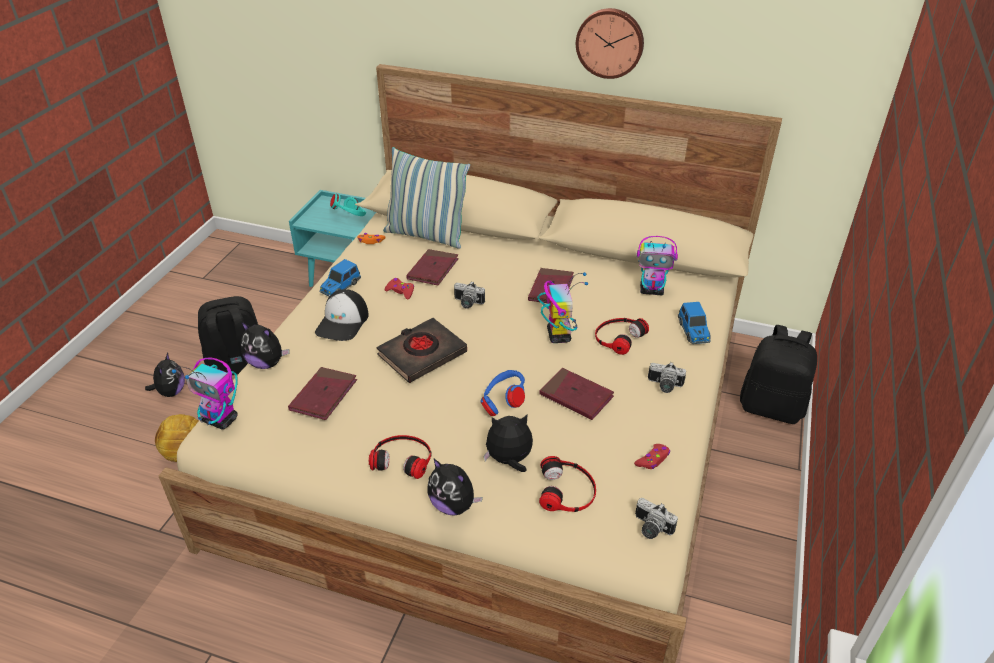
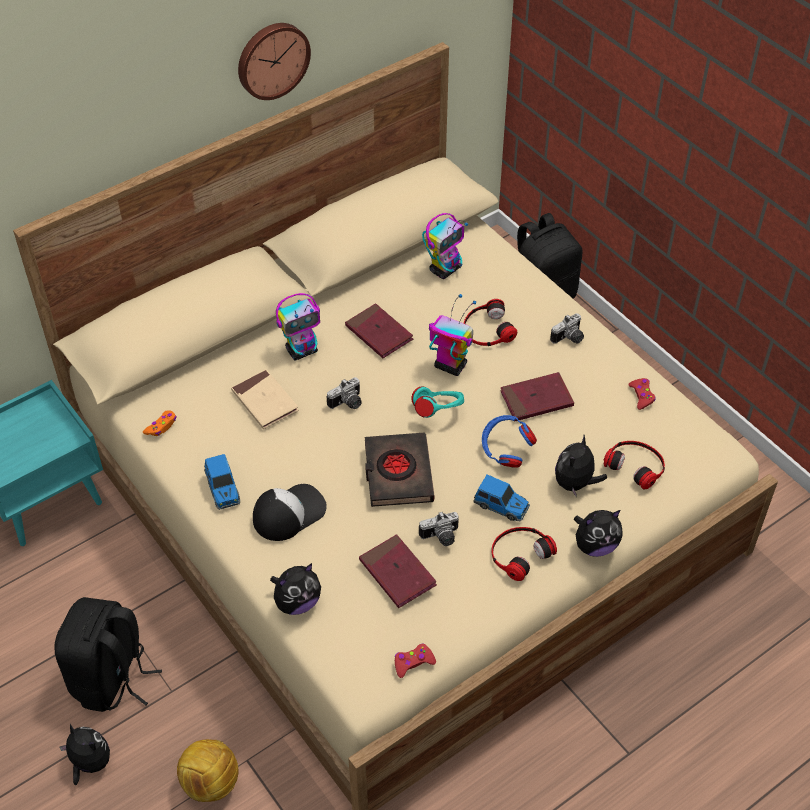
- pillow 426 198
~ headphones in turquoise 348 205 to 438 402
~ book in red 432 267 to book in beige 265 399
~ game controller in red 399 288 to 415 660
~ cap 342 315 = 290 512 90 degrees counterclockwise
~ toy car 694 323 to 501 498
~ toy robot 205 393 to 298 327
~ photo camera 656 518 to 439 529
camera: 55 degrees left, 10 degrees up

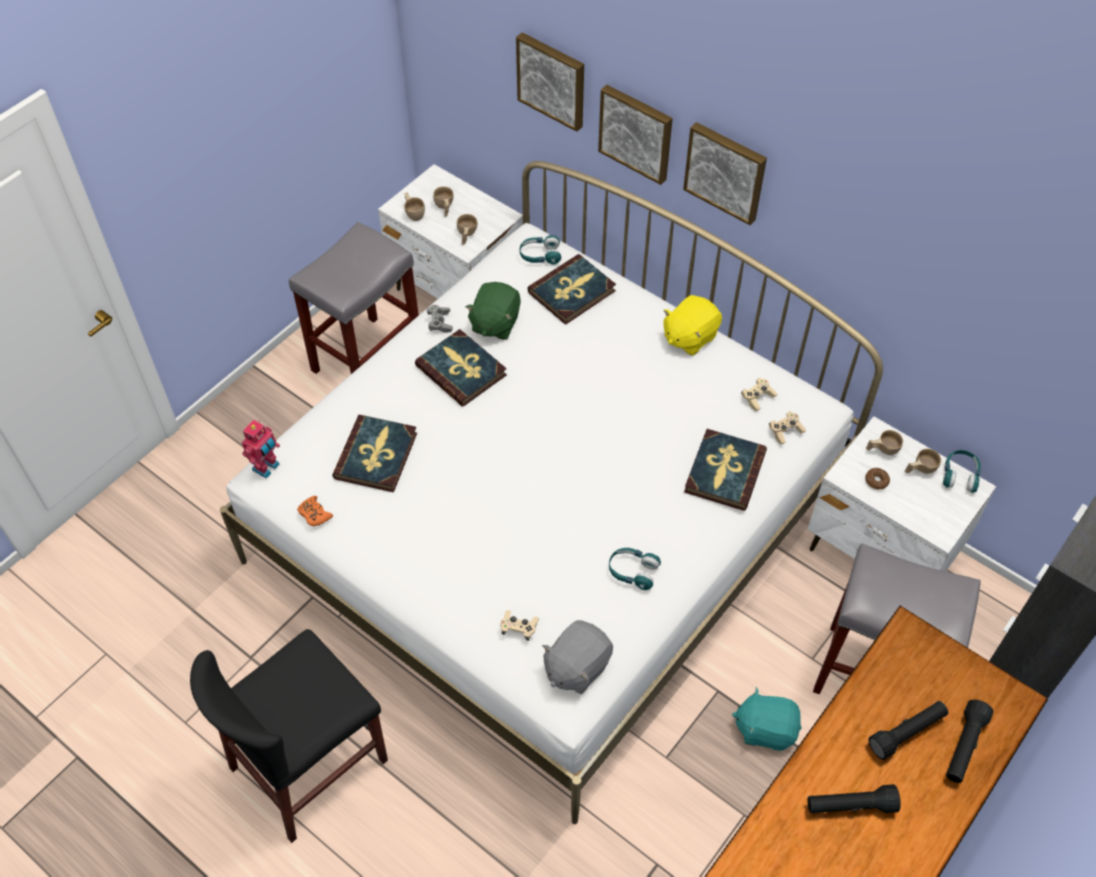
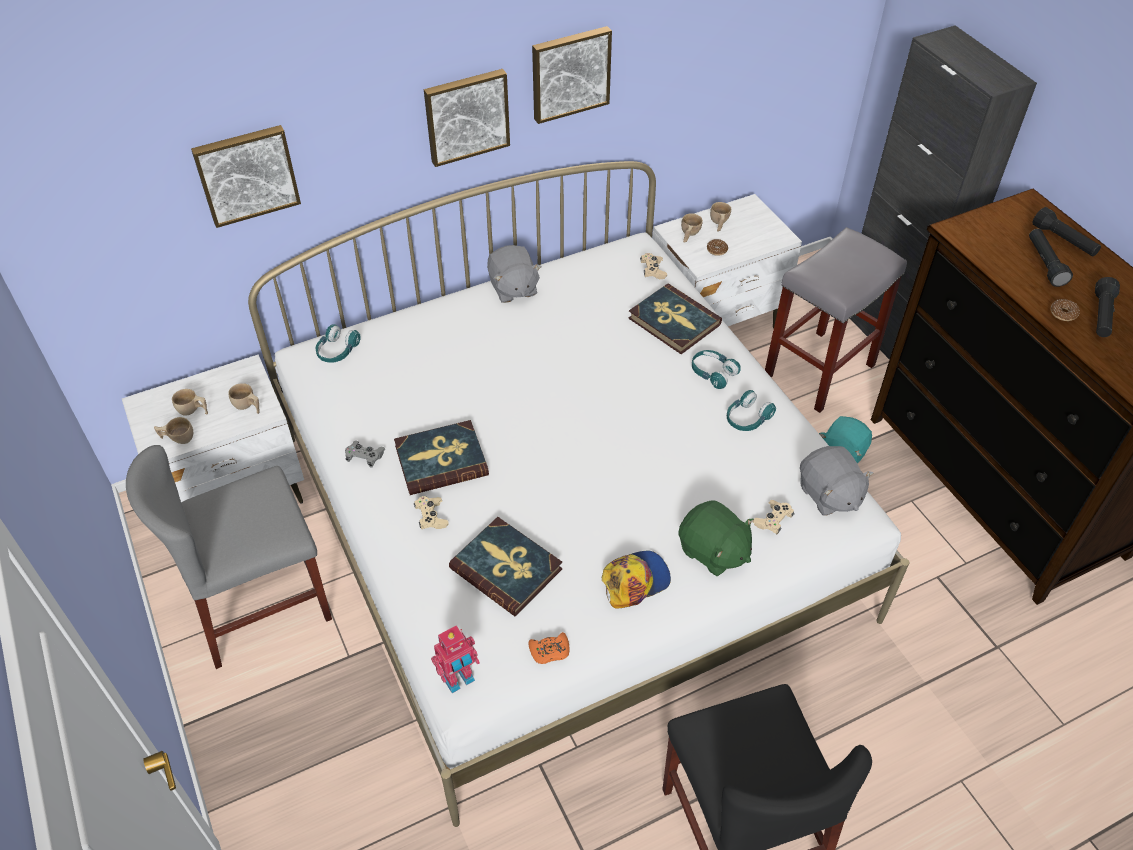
~ picture 635 135 to 572 75
~ stool in grey 354 298 to chair in grey 229 557
- book 572 289
~ plush toy in green 493 311 to 716 538
~ plush toy in yellow 692 325 to plush toy in grey 514 274
~ game controller in beige 759 394 to 431 512
~ toy robot 261 449 = 455 659 90 degrees clockwise
~ headphones in turquoise 962 471 to 716 369
+ donut 1065 310
+ cap 636 580
camera: 65 degrees left, 5 degrees down

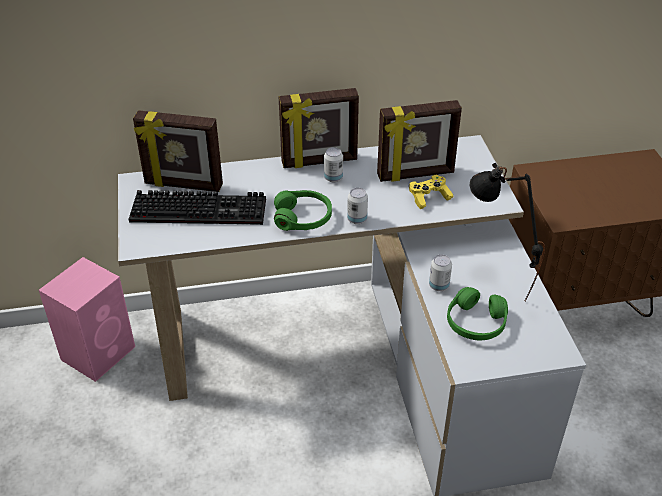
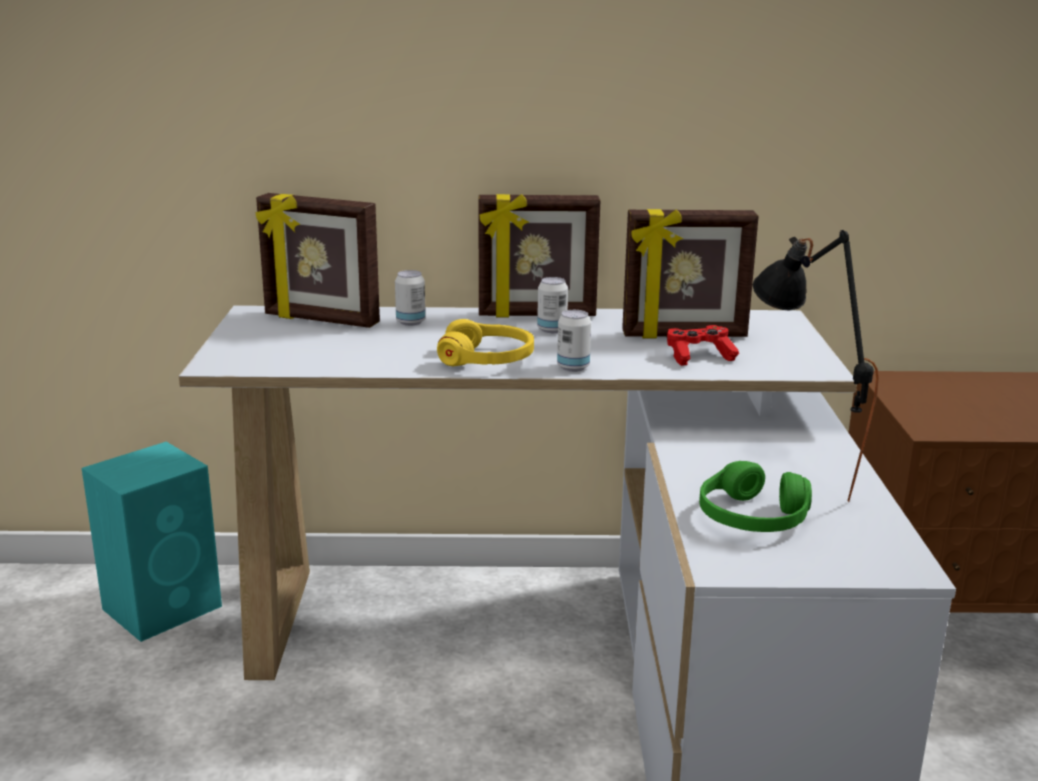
~ game controller in yellow 431 192 to game controller in red 703 345
- keyboard 197 207
~ headphones in green 303 210 to headphones in yellow 485 342
~ can 440 273 to 410 298
~ speaker in pink 87 319 to speaker in turquoise 152 542
camera: 10 degrees right, 20 degrees down

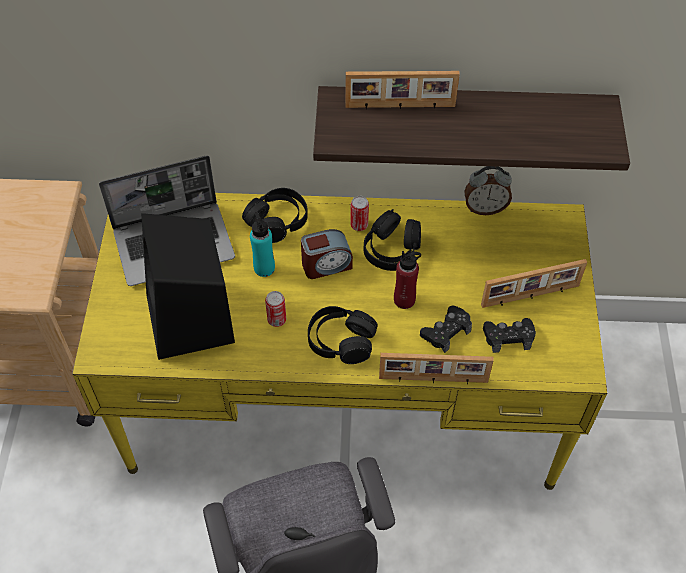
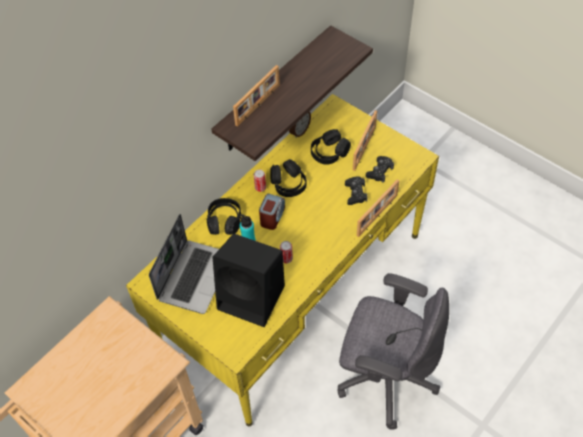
- bottle in red 407 280
~ headphones in black 343 335 to 331 147
camera: 50 degrees left, 0 degrees up

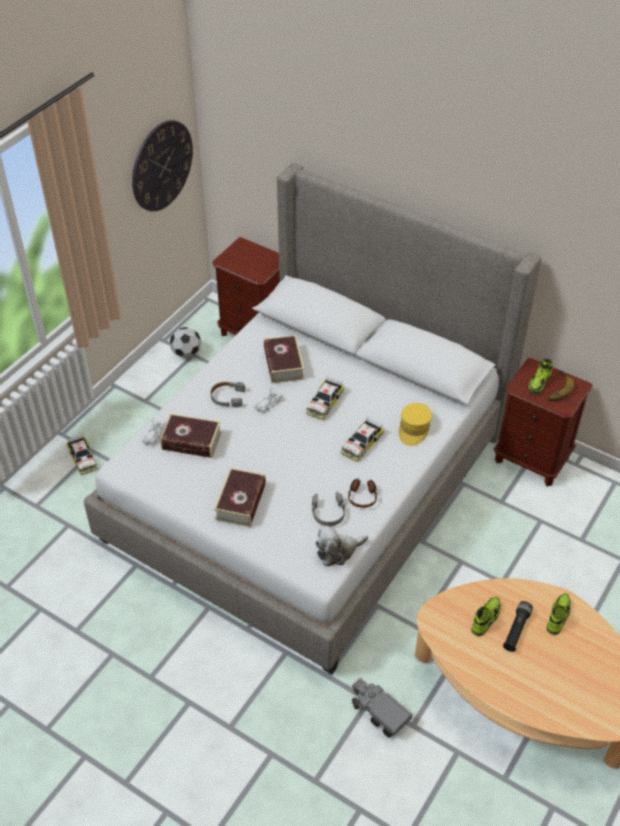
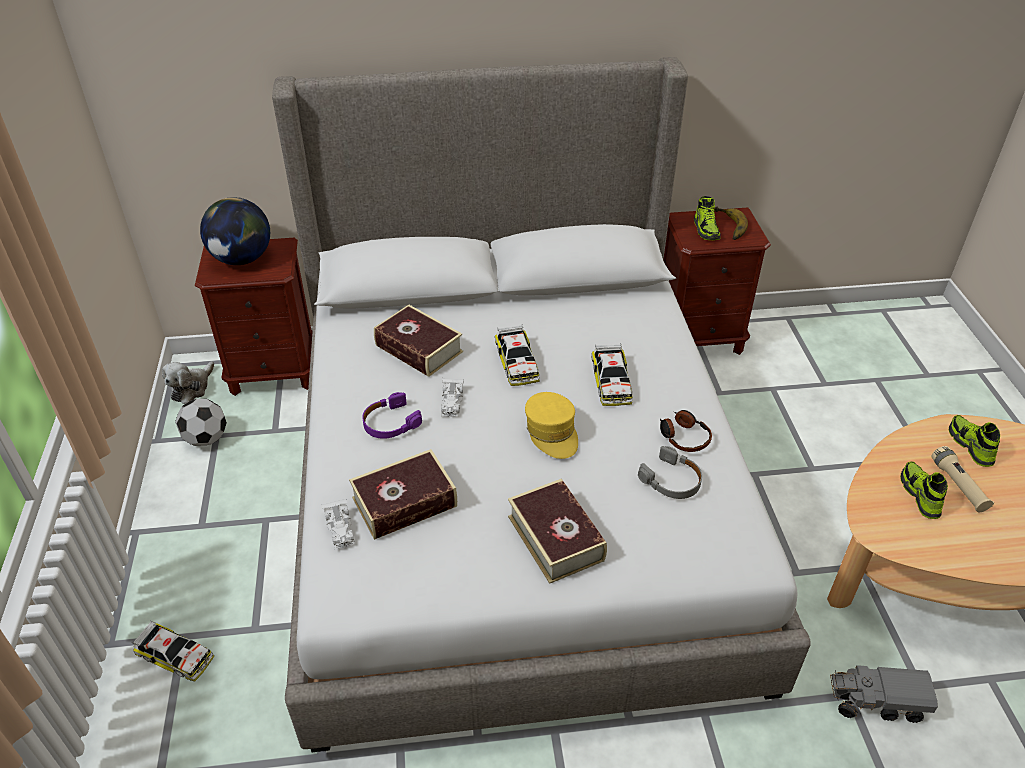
- wall clock 162 165
~ headphones in grey 227 394 to headphones in purple 392 415
~ cap in yellow 415 424 to 551 425
~ plush toy 341 546 to 188 382
~ flashlight in black 518 626 to flashlight in beige 963 479
+ globe 235 231
camera: 40 degrees left, 5 degrees down

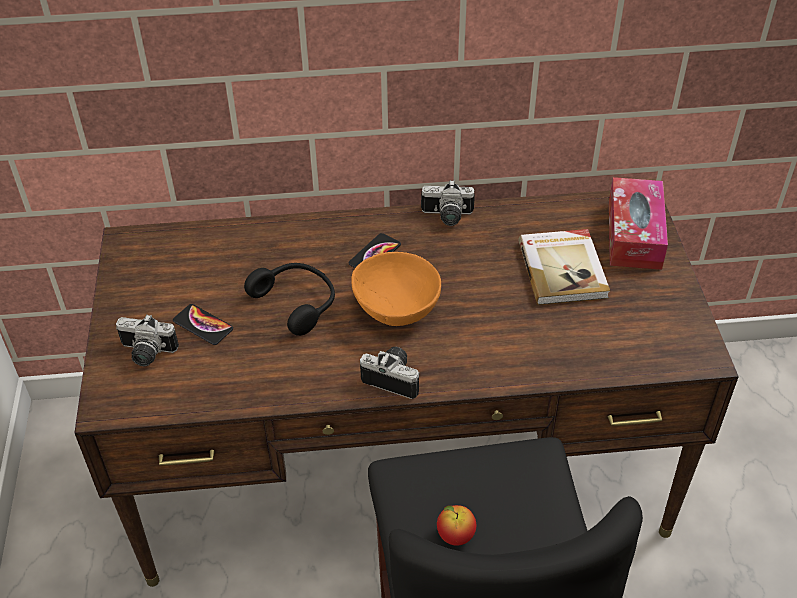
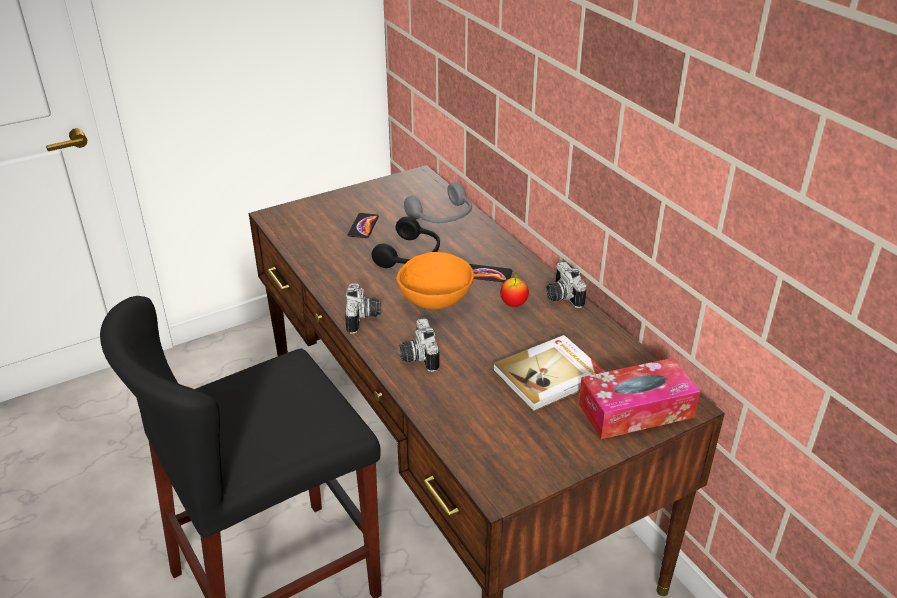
~ photo camera 147 340 to 419 345
~ apple 456 525 to 514 289
+ headphones in grey 438 202
camera: 65 degrees right, 10 degrees down

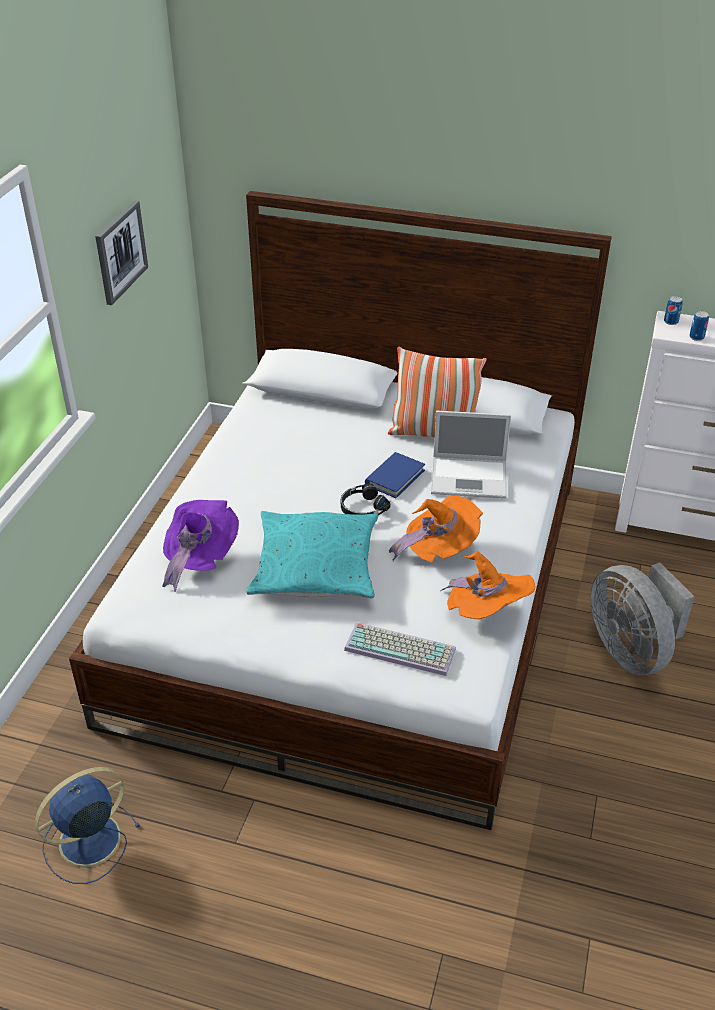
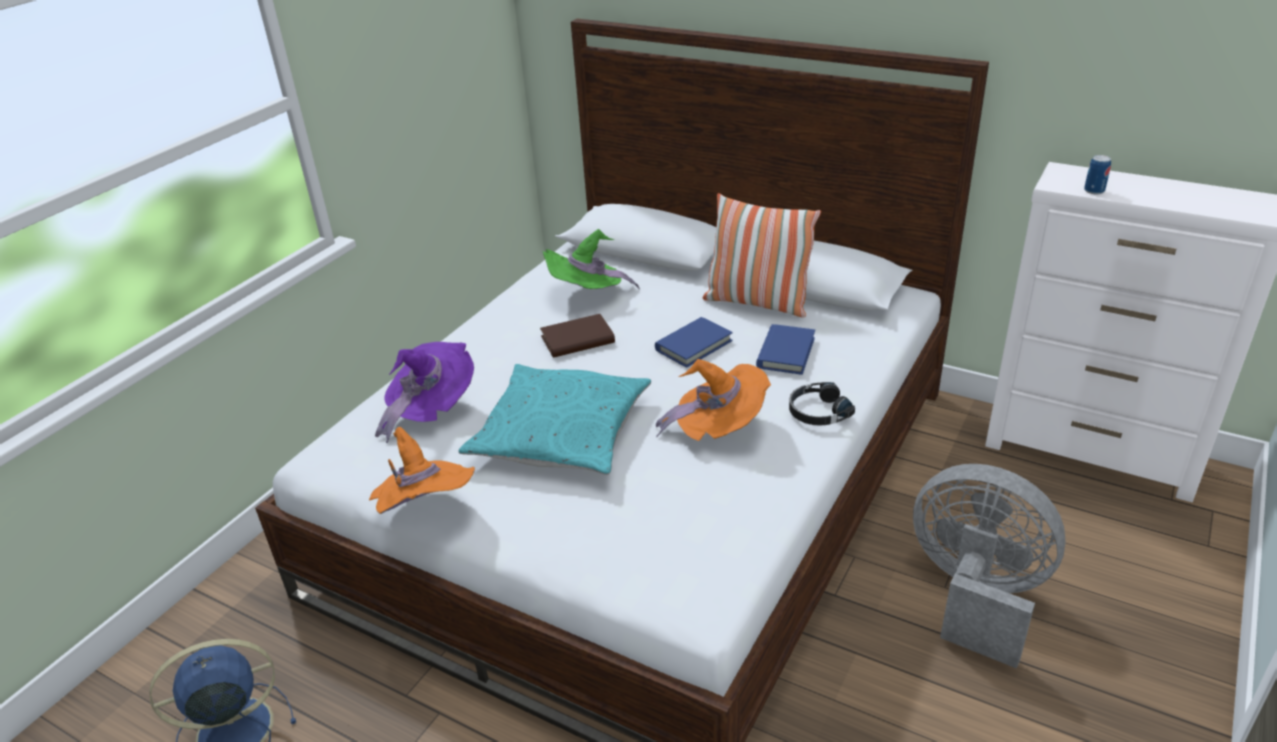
- picture 121 252
- can 673 310
~ laptop 471 455 to book in blue 785 349
~ headphones in black 366 499 to 822 404
~ hat in orange 487 585 to 422 470
~ fan in grey 642 619 = 989 566 135 degrees clockwise
- keyboard 400 649
+ hat in green 591 259
+ book in brown 577 336
camera: 15 degrees right, 5 degrees down

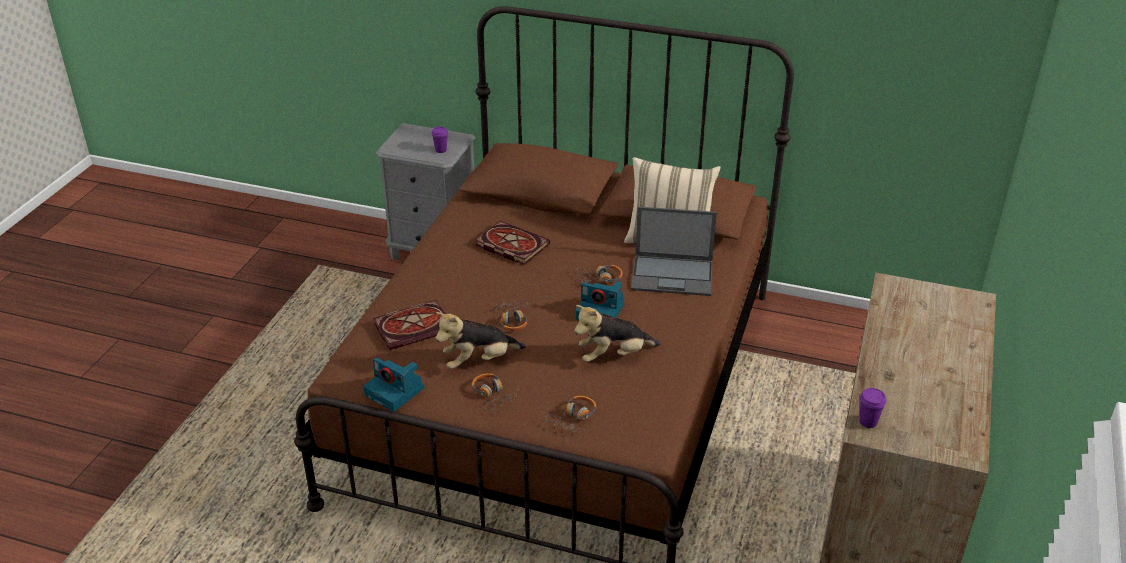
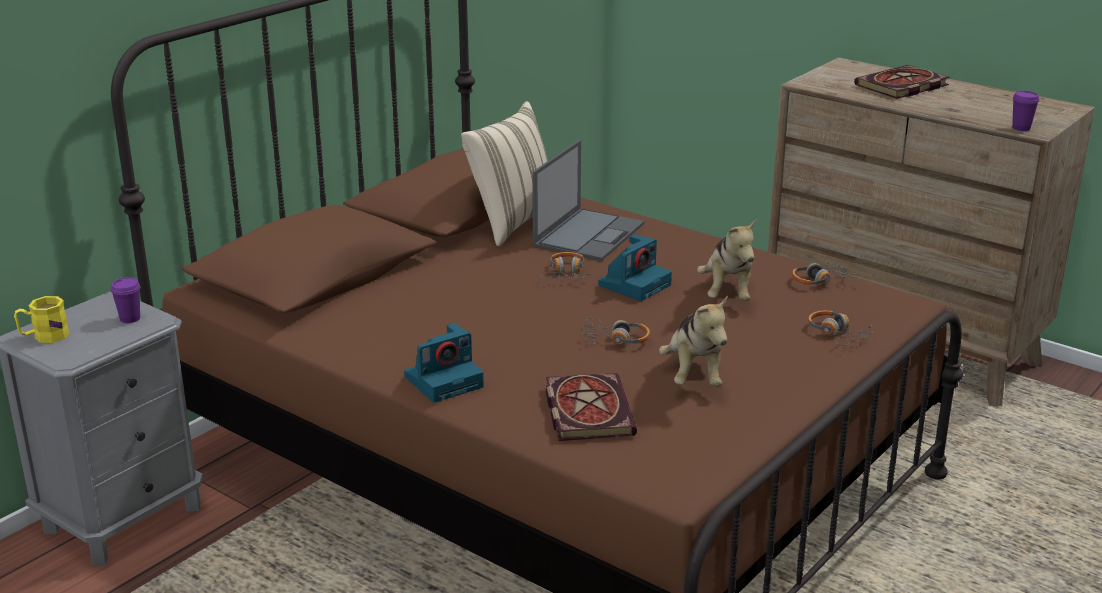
~ book 512 243 to 902 82
~ photo camera 393 385 to 444 363
~ headphones 495 392 to 826 273
+ mug in yellow 41 319
camera: 70 degrees left, 10 degrees down

